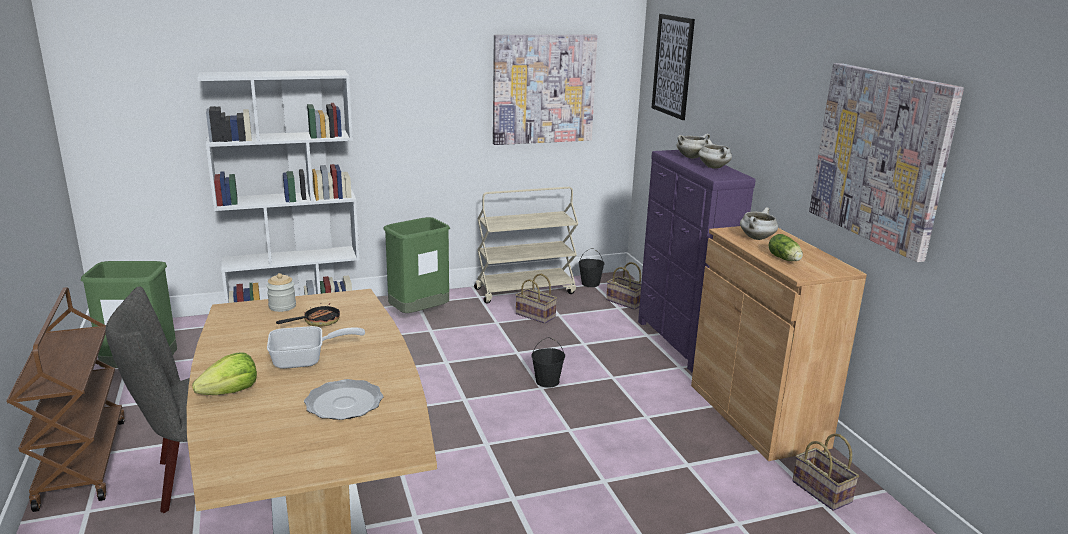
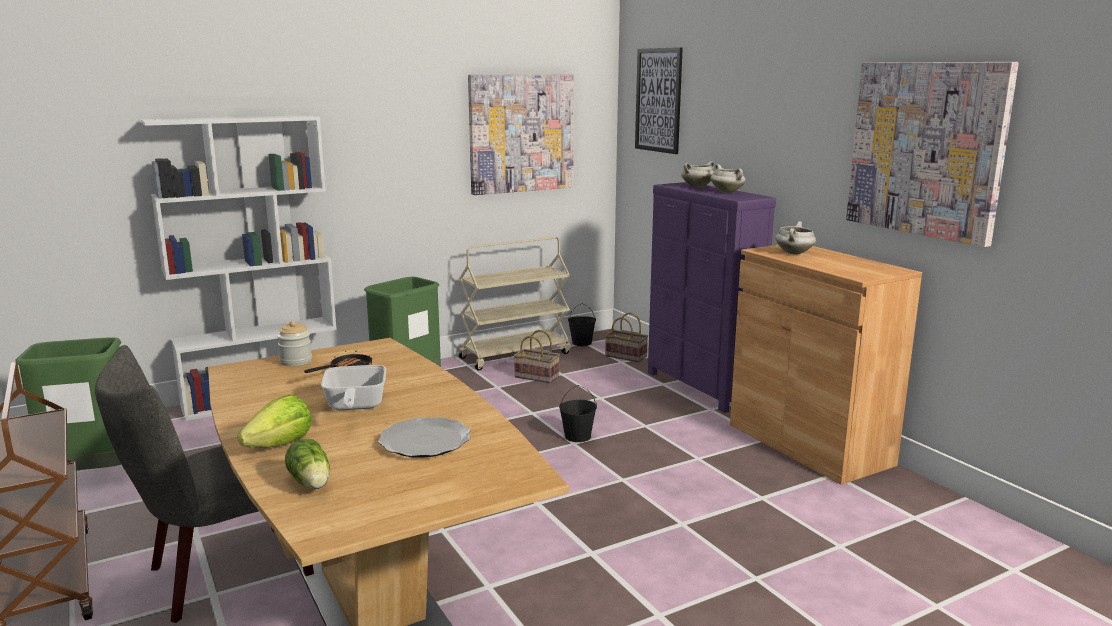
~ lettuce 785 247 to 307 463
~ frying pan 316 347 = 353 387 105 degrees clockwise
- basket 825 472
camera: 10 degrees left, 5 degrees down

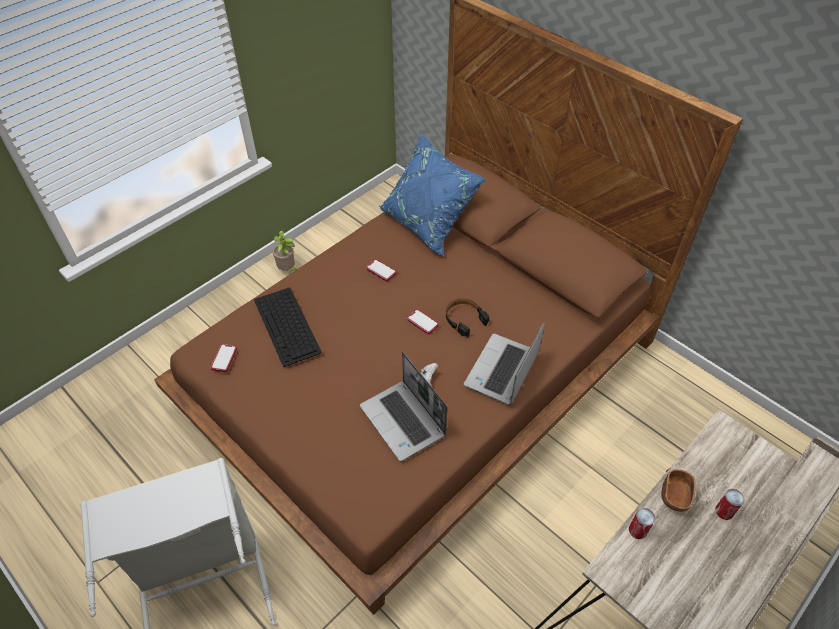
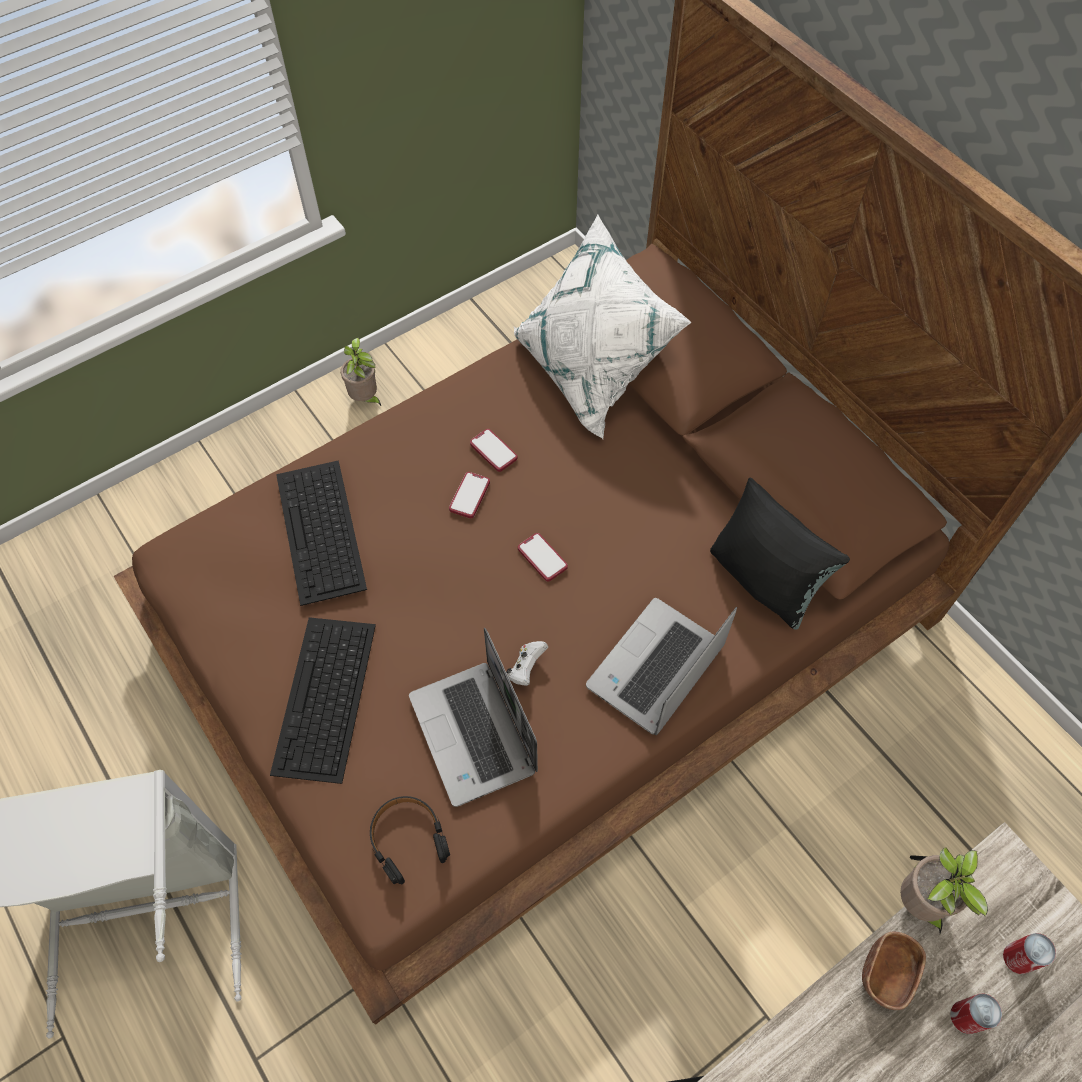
~ pillow in blue 432 194 to pillow in white 603 326
~ headphones in black 467 318 to 410 840
~ phone 224 358 to 469 495
~ can 642 523 to 1029 953
+ pillow in black 780 553
+ keyboard 323 700
+ potted plant 944 890
camera: 10 degrees right, 10 degrees up

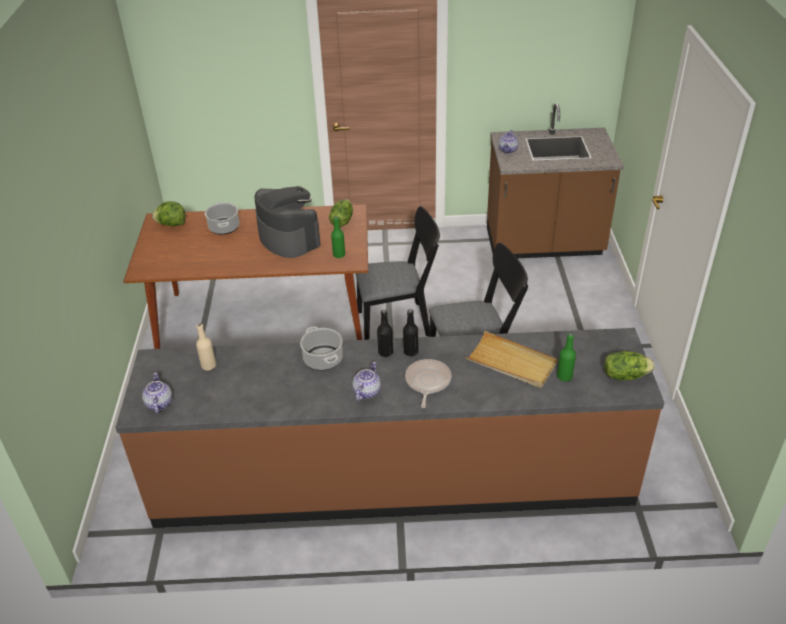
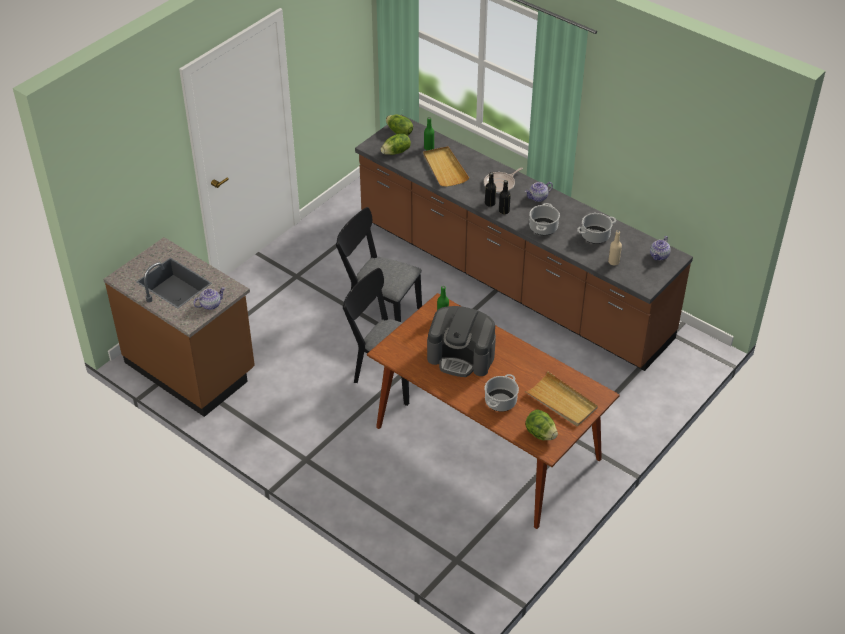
~ coffee machine 288 222 = 461 341 75 degrees counterclockwise
~ lettuce 341 213 to 396 144
+ cooking pot 596 228
+ tray in beige 561 398
camera: 140 degrees left, 5 degrees up

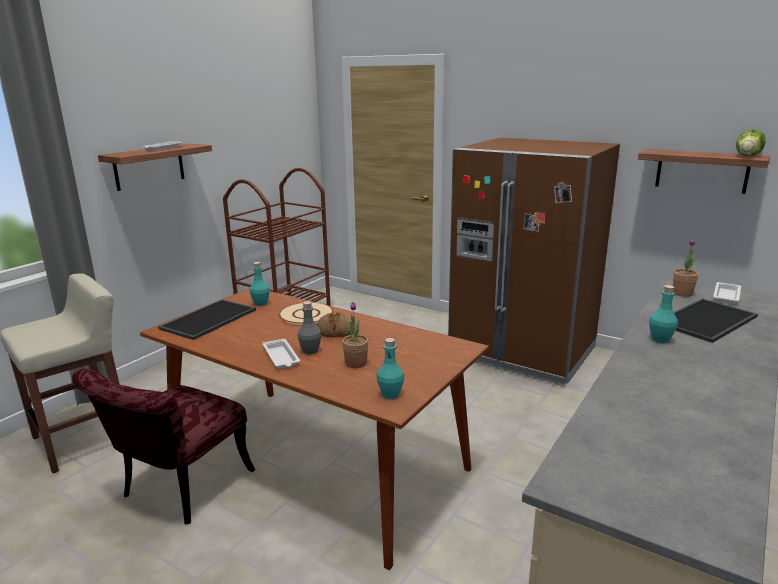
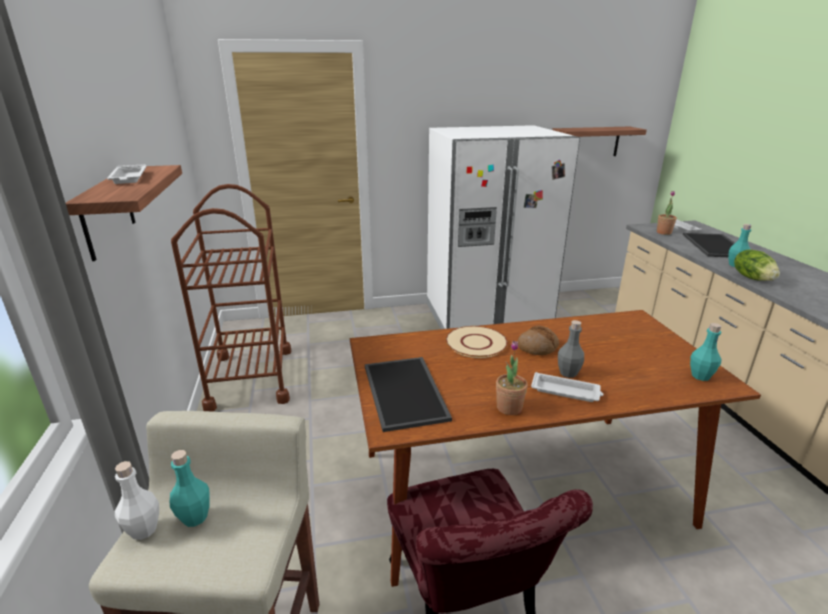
~ lettuce 751 142 to 757 265
~ fridge in brown 534 262 to fridge in white 503 227
~ bottle in turquoise 259 284 to 190 488
~ potted plant 355 335 to 512 378
+ bottle in white 137 500
camera: 45 degrees left, 5 degrees up

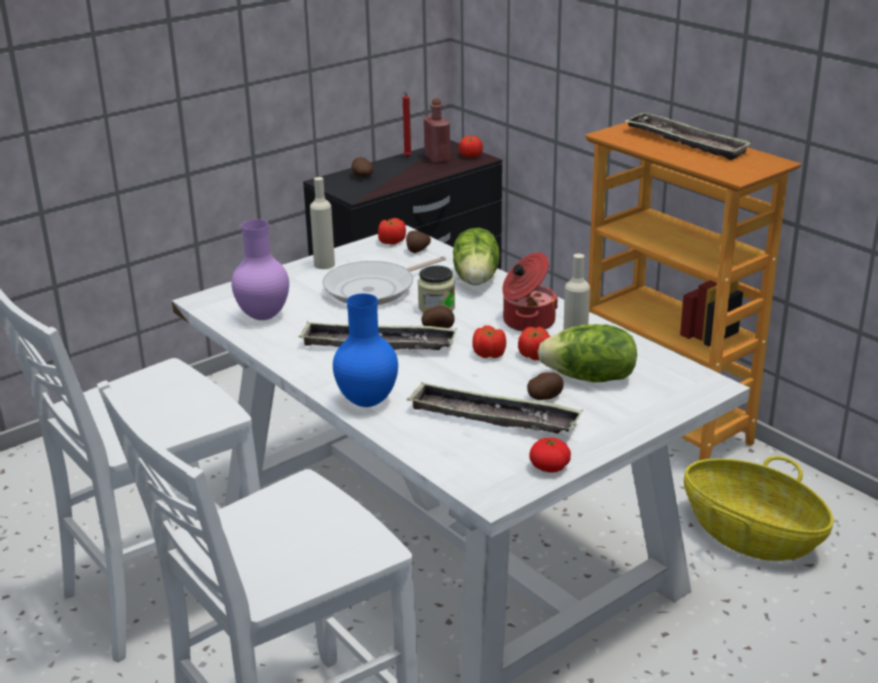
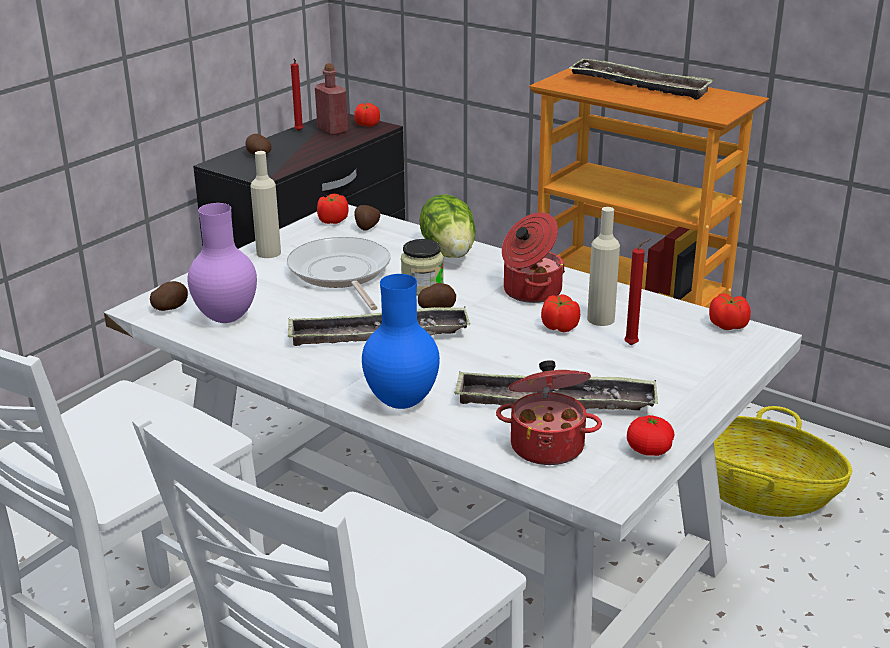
~ frying pan 384 280 = 339 273 120 degrees clockwise
~ lettuce 587 353 to candle in red 638 291
~ tomato 489 341 to 730 311
~ potato 545 386 to 169 296
+ cooking pot 549 412
camera: 15 degrees left, 0 degrees up

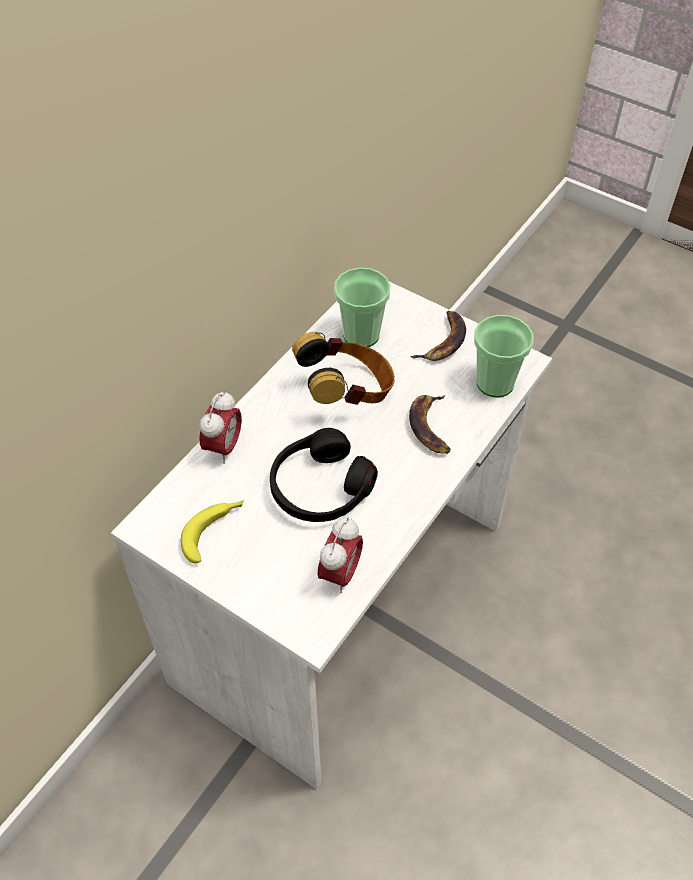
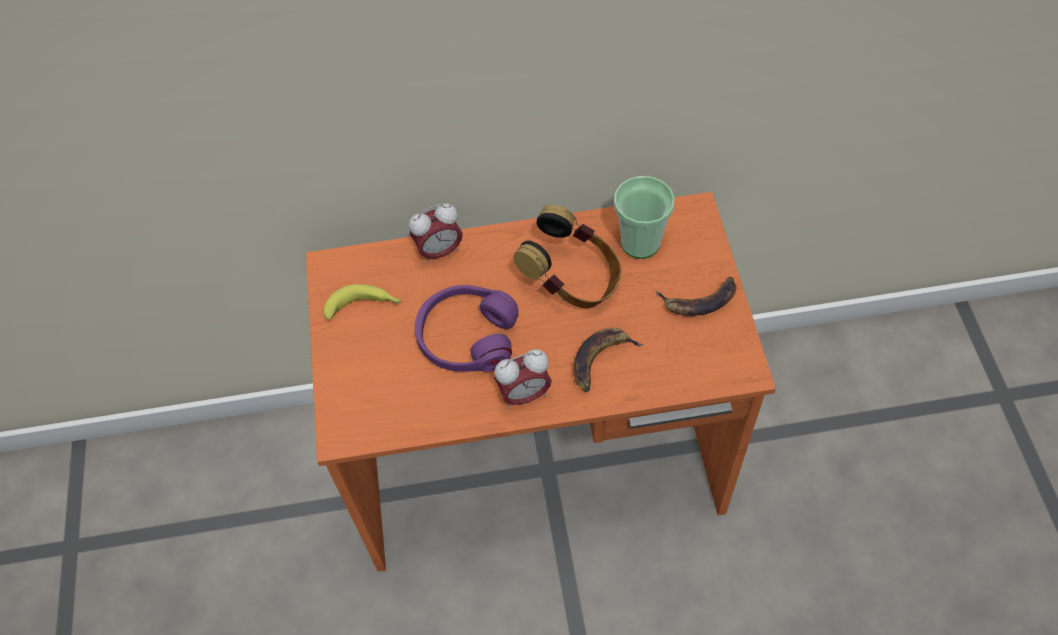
~ desk in white 331 535 to desk in orange 541 382
- cup 504 356
~ headphones in black 324 475 to headphones in purple 466 328
~ alarm clock 340 555 to 523 379
camera: 50 degrees right, 5 degrees up

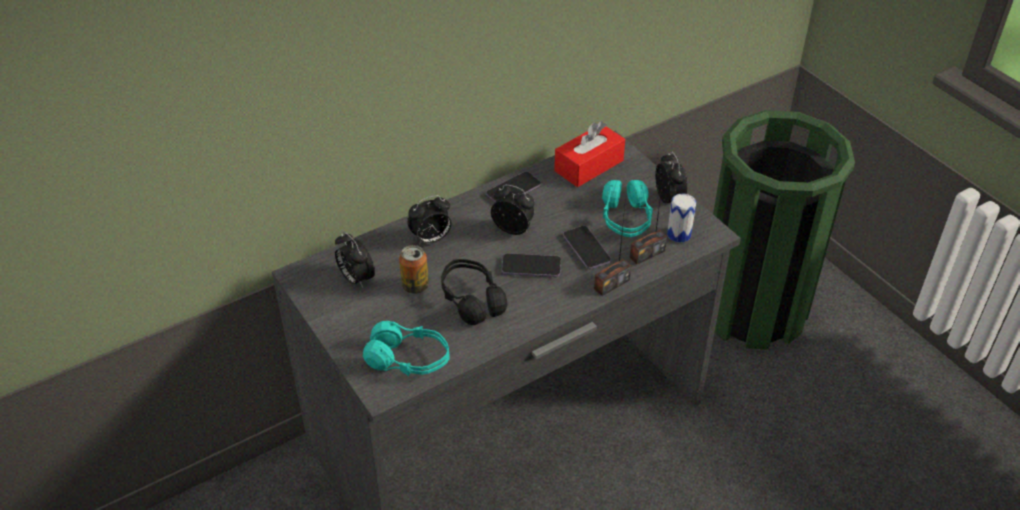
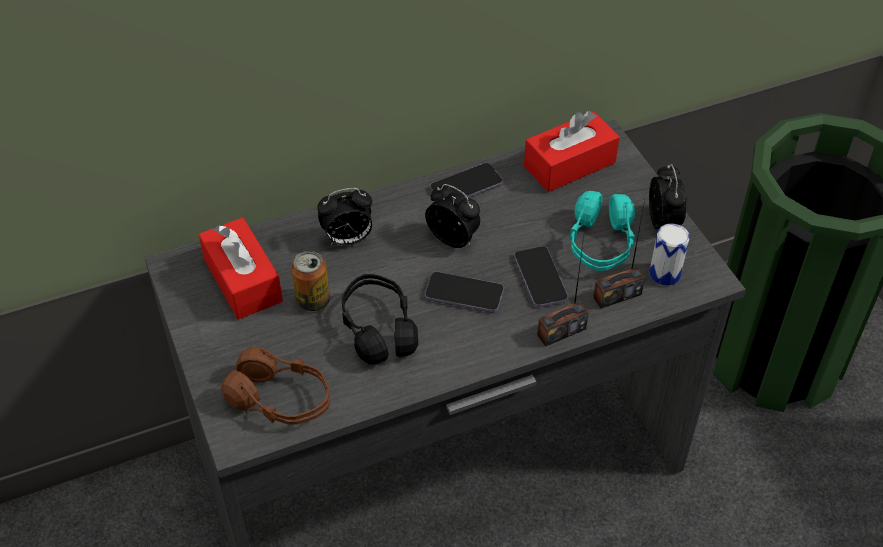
~ alarm clock 355 260 to tissue box in red 241 268
~ headphones in turquoise 406 348 to headphones in brown 275 386
camera: 10 degrees right, 5 degrees up

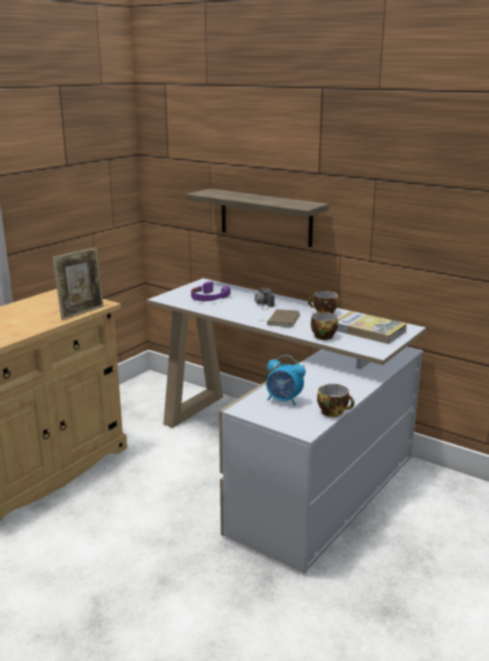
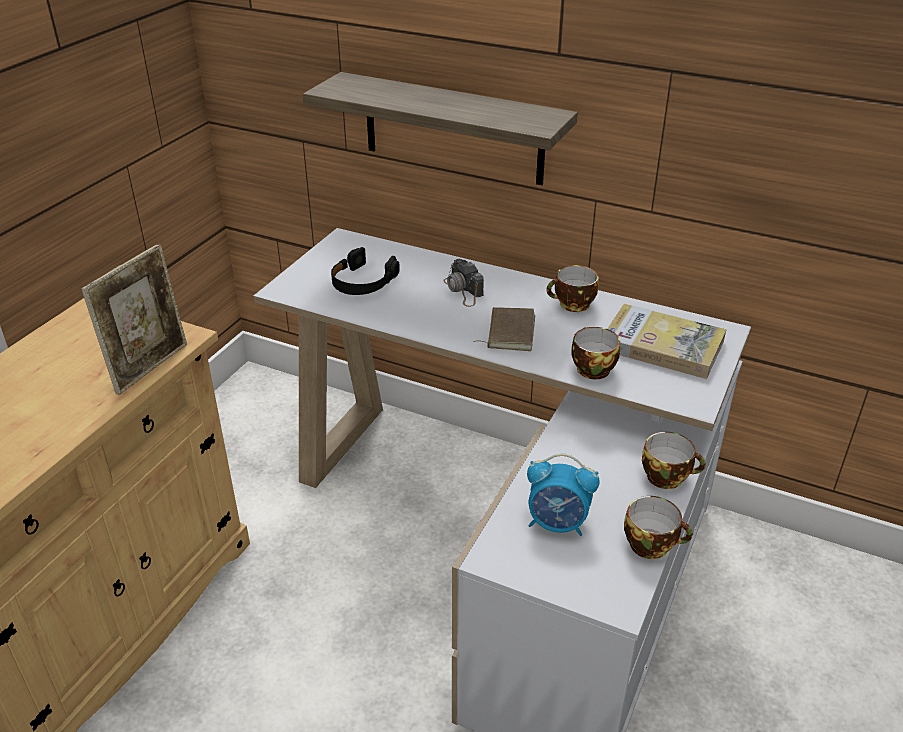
~ headphones in purple 210 291 to headphones in black 365 271
+ cup 674 460
camera: 10 degrees left, 15 degrees up

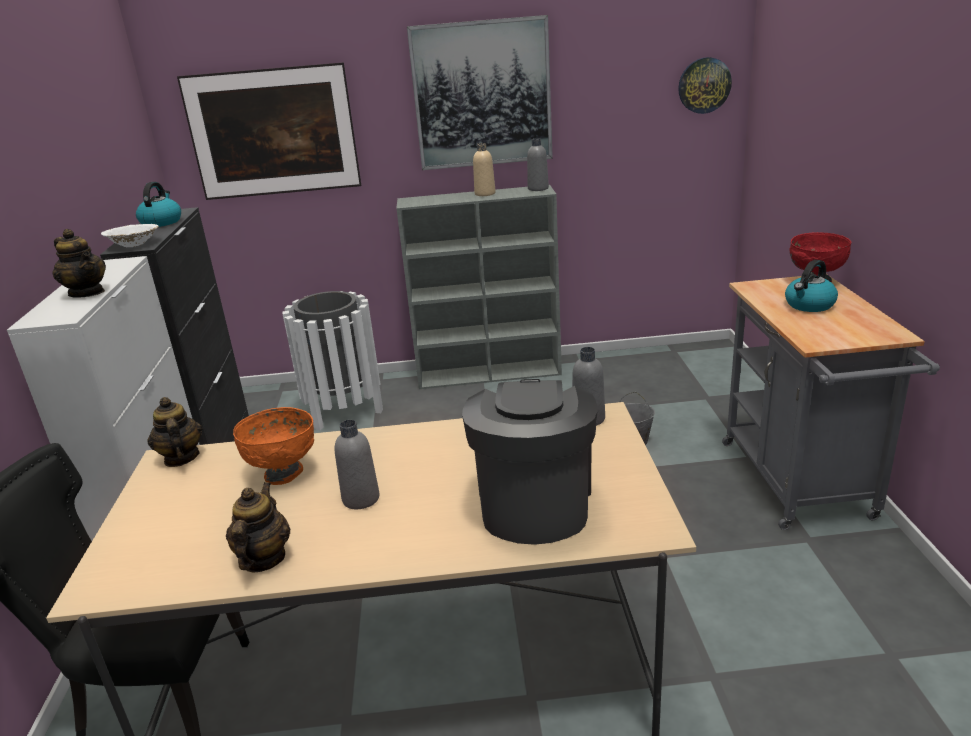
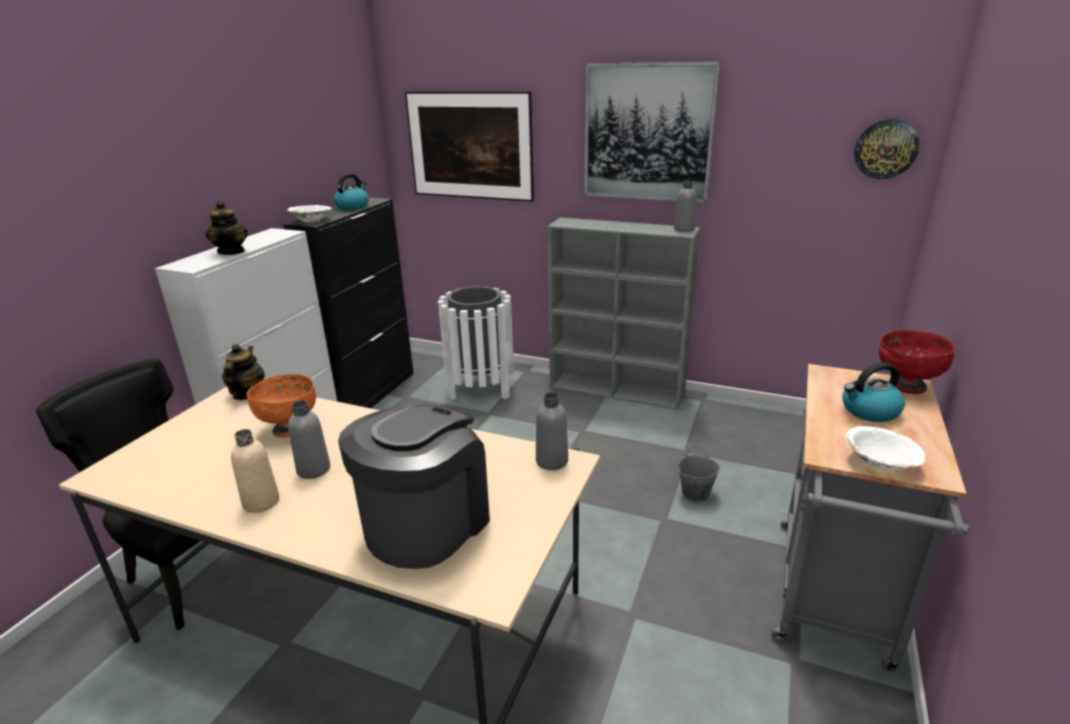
~ bottle in beige 484 169 to 255 471
- teapot 258 527
+ bowl in white 886 448
camera: 25 degrees right, 0 degrees up

